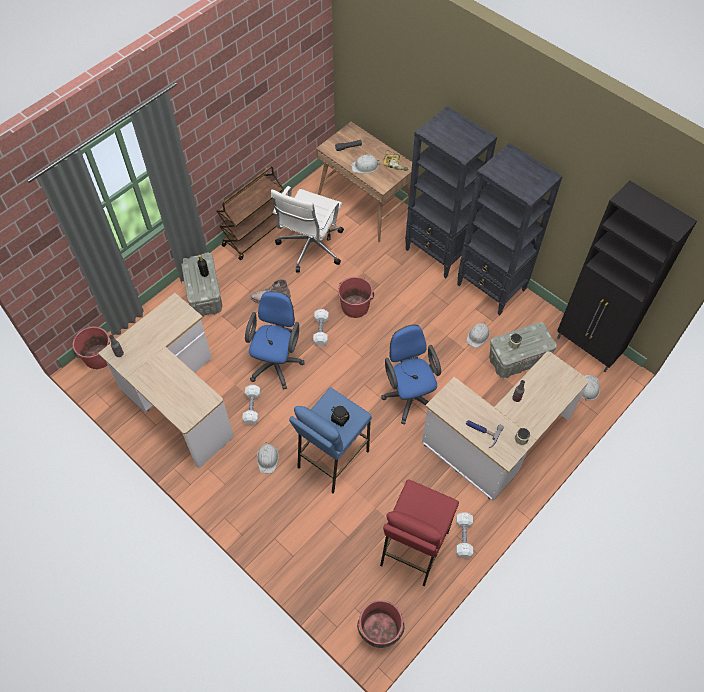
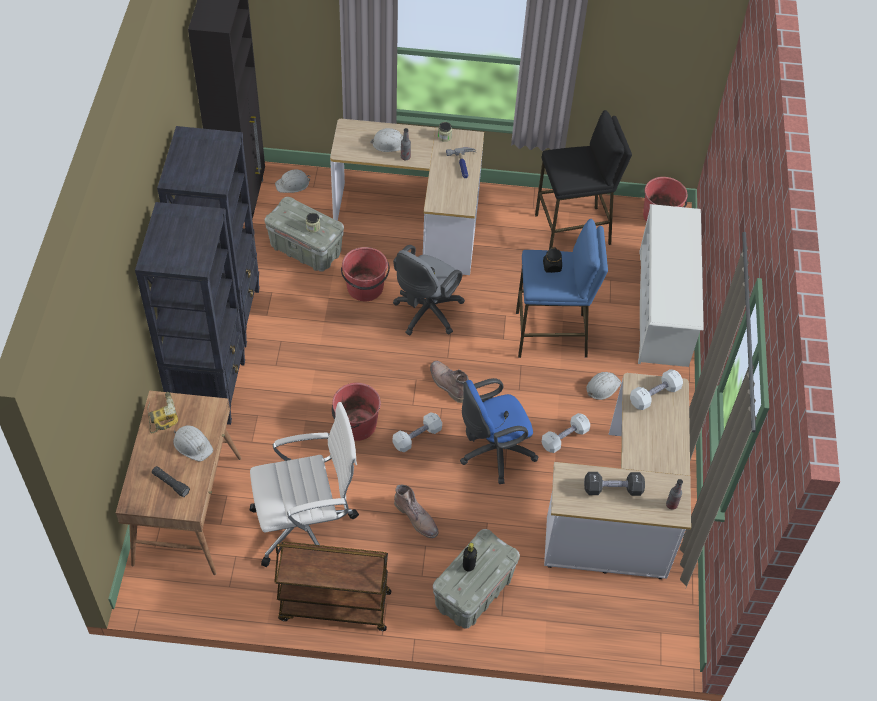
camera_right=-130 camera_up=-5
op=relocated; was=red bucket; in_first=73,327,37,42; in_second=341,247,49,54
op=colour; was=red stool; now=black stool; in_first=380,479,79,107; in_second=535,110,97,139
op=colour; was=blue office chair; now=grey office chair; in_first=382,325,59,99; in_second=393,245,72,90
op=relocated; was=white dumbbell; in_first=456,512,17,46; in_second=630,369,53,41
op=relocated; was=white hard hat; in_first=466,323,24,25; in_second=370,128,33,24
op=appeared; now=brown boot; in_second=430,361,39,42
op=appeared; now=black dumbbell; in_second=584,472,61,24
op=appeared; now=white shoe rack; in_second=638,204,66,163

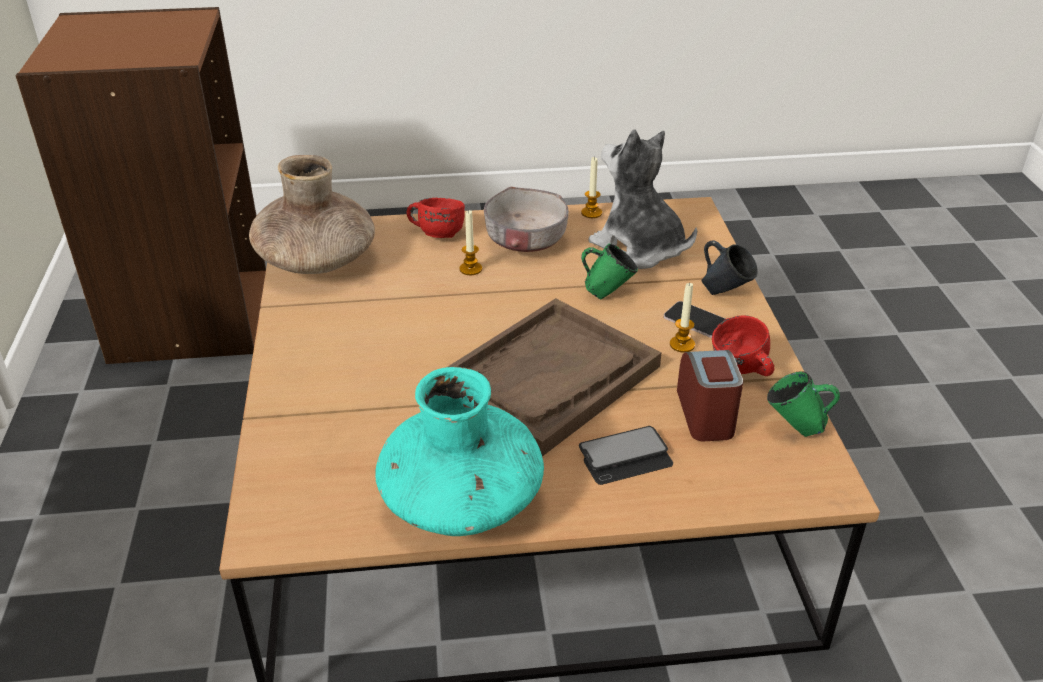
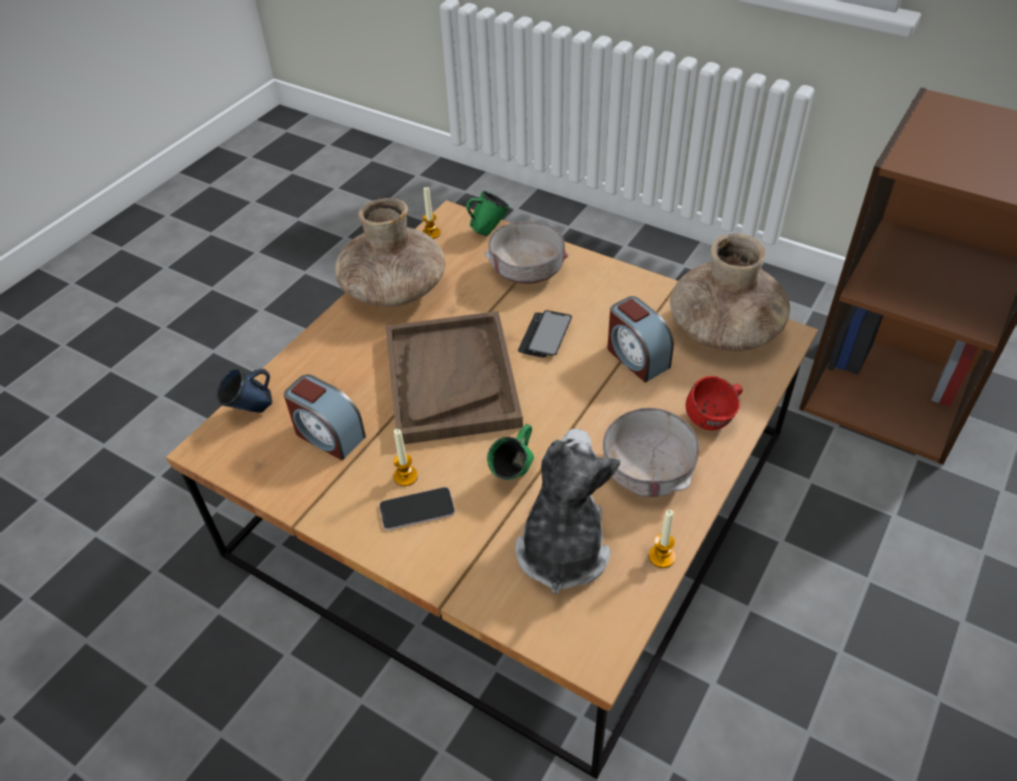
camera_right=130 camera_up=10
op=colour; was=turquoise vase; now=brown vase; in_first=375,367,169,169; in_second=335,198,110,109
op=relocated; was=candle; in_first=459,210,23,65; in_second=422,187,19,52
op=relocated; was=phone; in_first=579,426,94,59; in_second=518,310,54,48
op=spun; was=plush toy; in_first=588,129,109,140; in_second=515,428,105,167; clockwise=-75
op=relocated; was=blue mug; in_first=701,240,57,55; in_second=217,369,55,44
op=missing; was=red mug; in_first=712,315,62,61
op=relocated; was=green mug; in_first=767,372,73,65; in_second=466,191,44,46
op=appeared; now=grey bowl; in_second=485,221,83,63
op=appeared; now=alarm clock; in_second=608,296,66,87

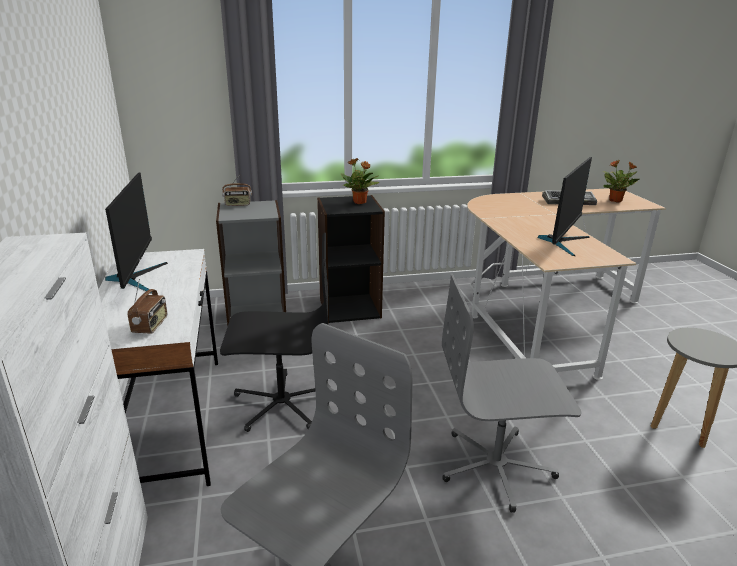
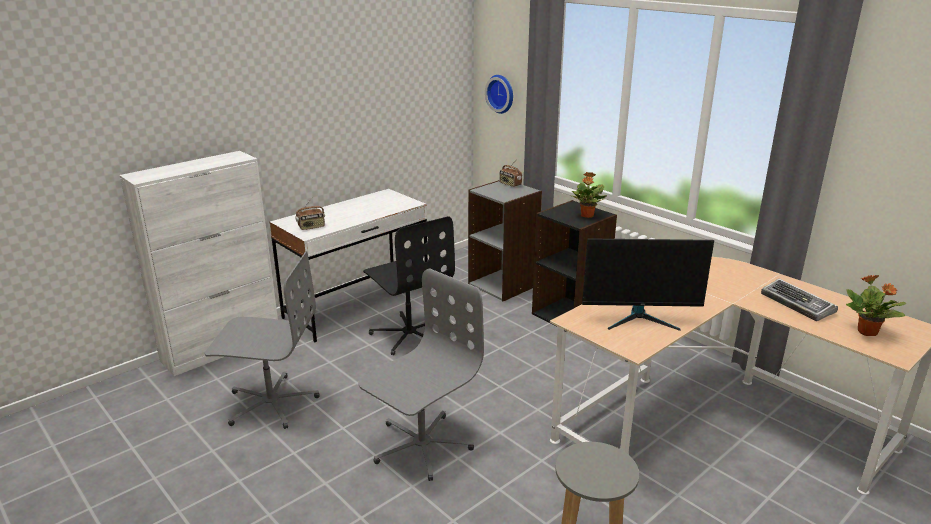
camera_right=60 camera_up=0
op=missing; was=monitor; in_first=105,173,63,121
op=spun; was=grey office chair; in_first=442,273,139,240; in_second=358,268,126,213; clockwise=75
op=appeared; now=wall clock; in_second=485,75,28,39

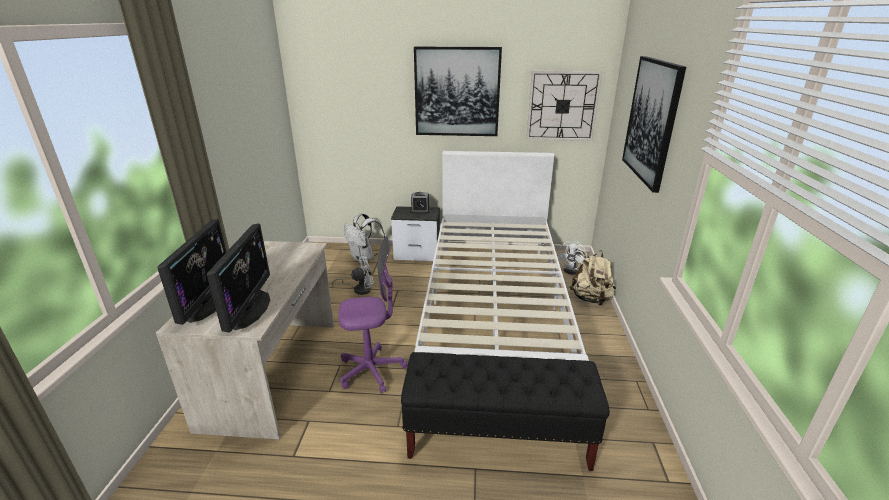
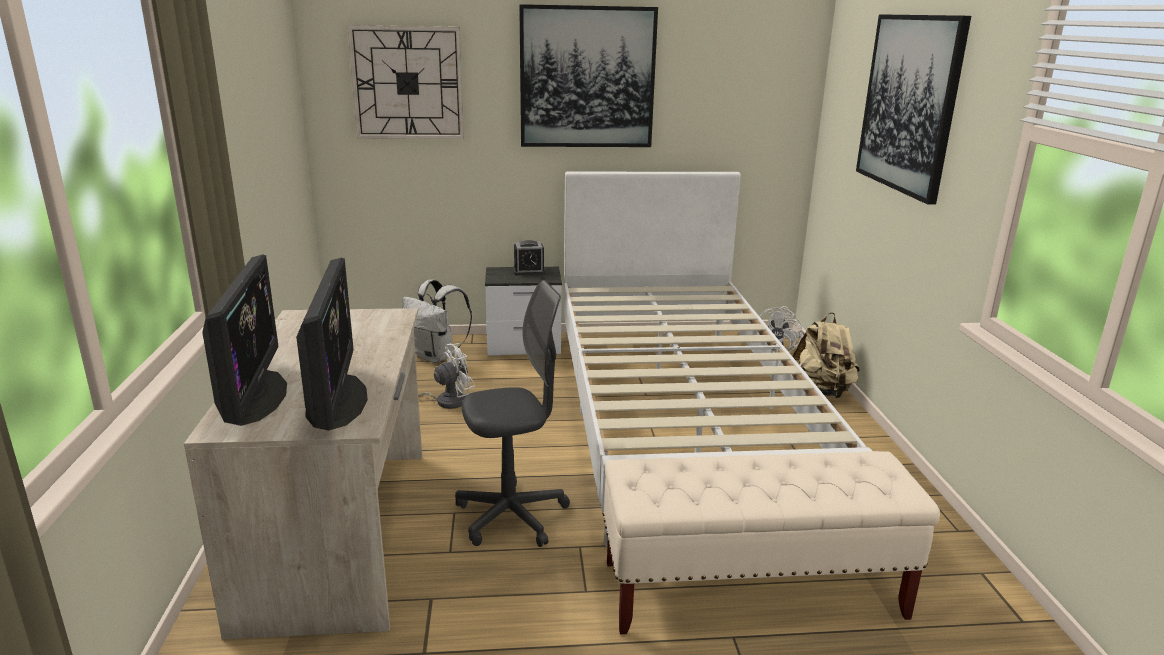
camera_right=-10 camera_up=-5
op=colour; was=purple office chair; now=grey office chair; in_first=338,236,69,158; in_second=455,280,115,267
op=colour; was=black bench; now=beige bench; in_first=401,352,209,119; in_second=603,451,337,183
op=relocated; was=wall clock; in_first=526,71,76,70; in_second=347,25,117,114

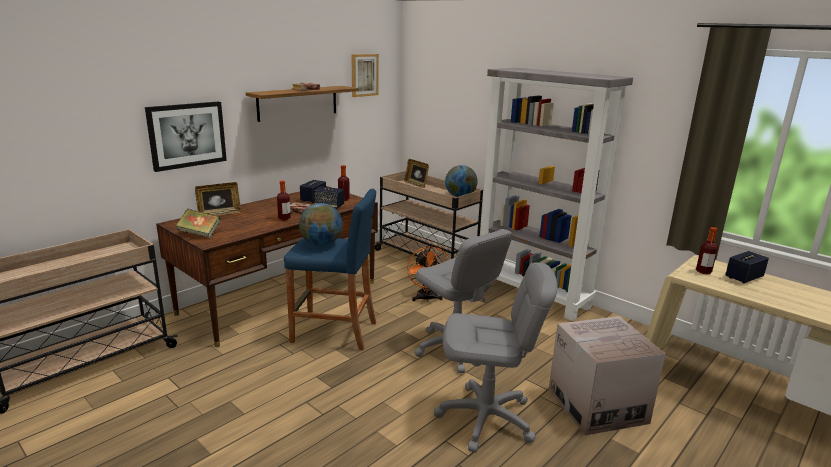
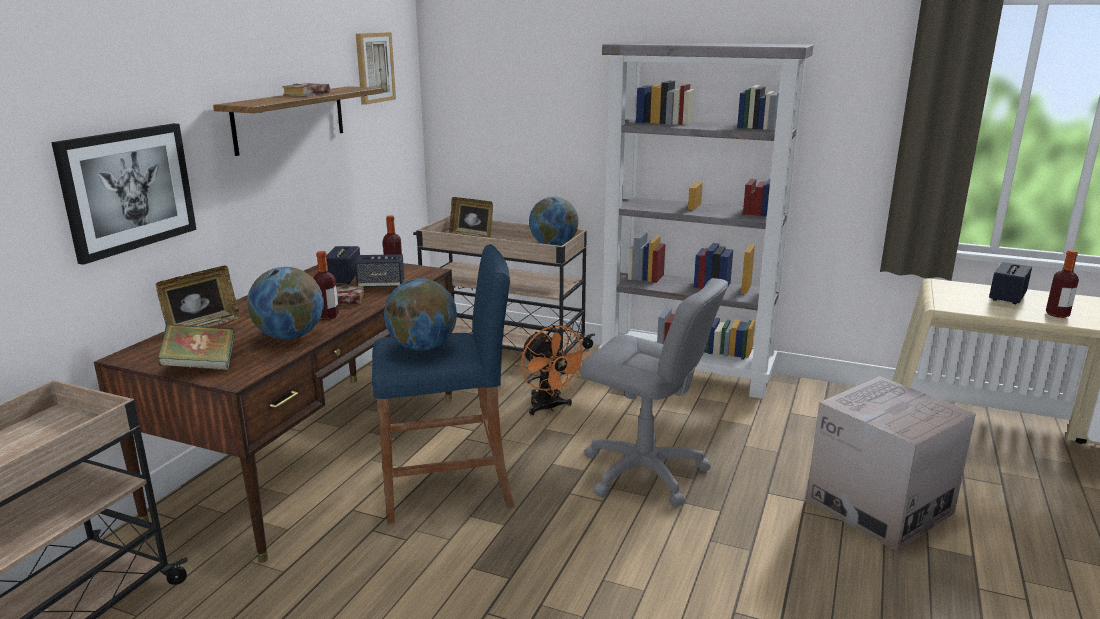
camera_right=-20 camera_up=0
op=missing; was=grey office chair; in_first=434,262,124,191
op=relocated; was=bottle; in_first=696,227,22,47; in_second=1046,250,33,68
op=appeared; now=globe; in_second=247,267,77,73

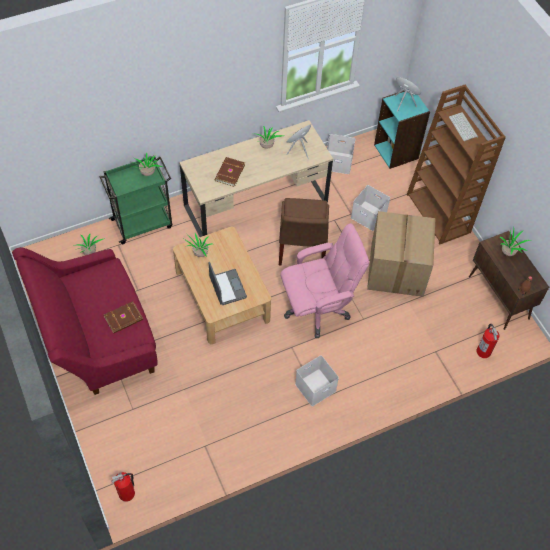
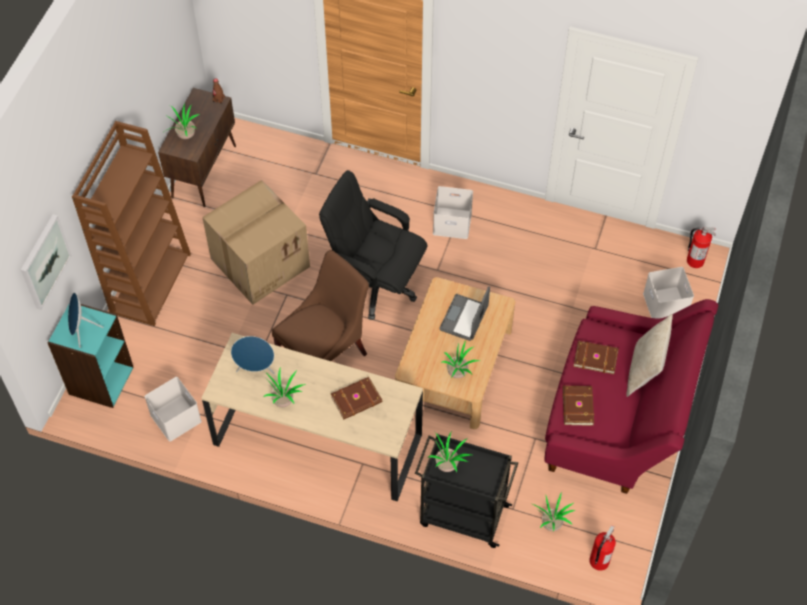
camera_right=-135 camera_up=0
op=colour; was=green cart; now=black cart; in_first=99,155,73,89; in_second=415,433,103,115
op=colour; was=pink office chair; now=black office chair; in_first=280,223,89,115; in_second=319,170,108,150
op=relocated; was=white storage box; in_first=351,185,39,46; in_second=643,267,51,51
op=missing; was=keyboard; in_first=449,112,29,29
op=relocated; was=fire extinguisher; in_first=477,324,22,34; in_second=589,525,27,46
op=appeared; now=picture; in_second=21,214,51,96
op=appeared; now=brown book; in_second=563,386,31,40
op=appeared; now=beige pillow; in_second=626,314,47,83

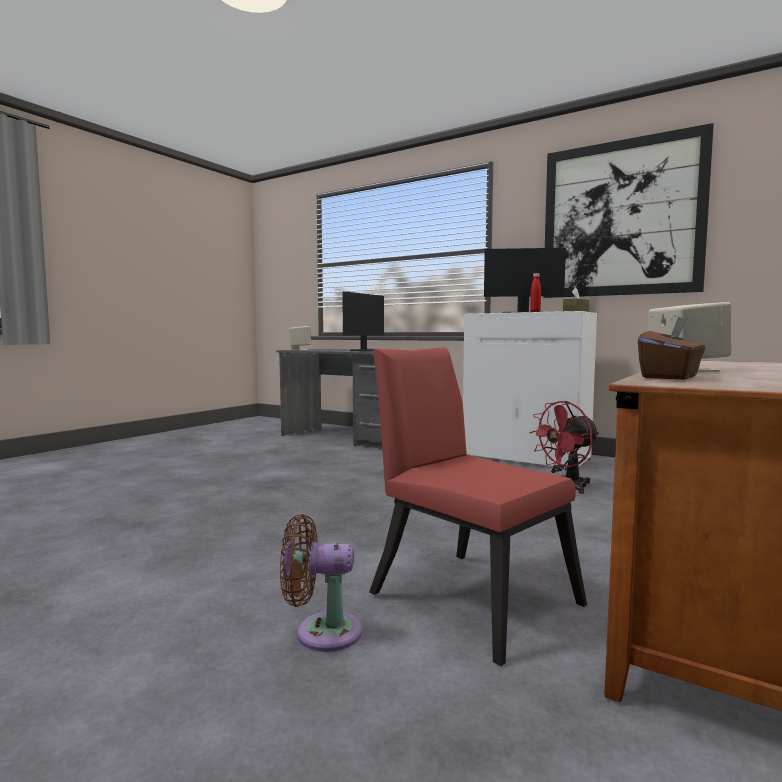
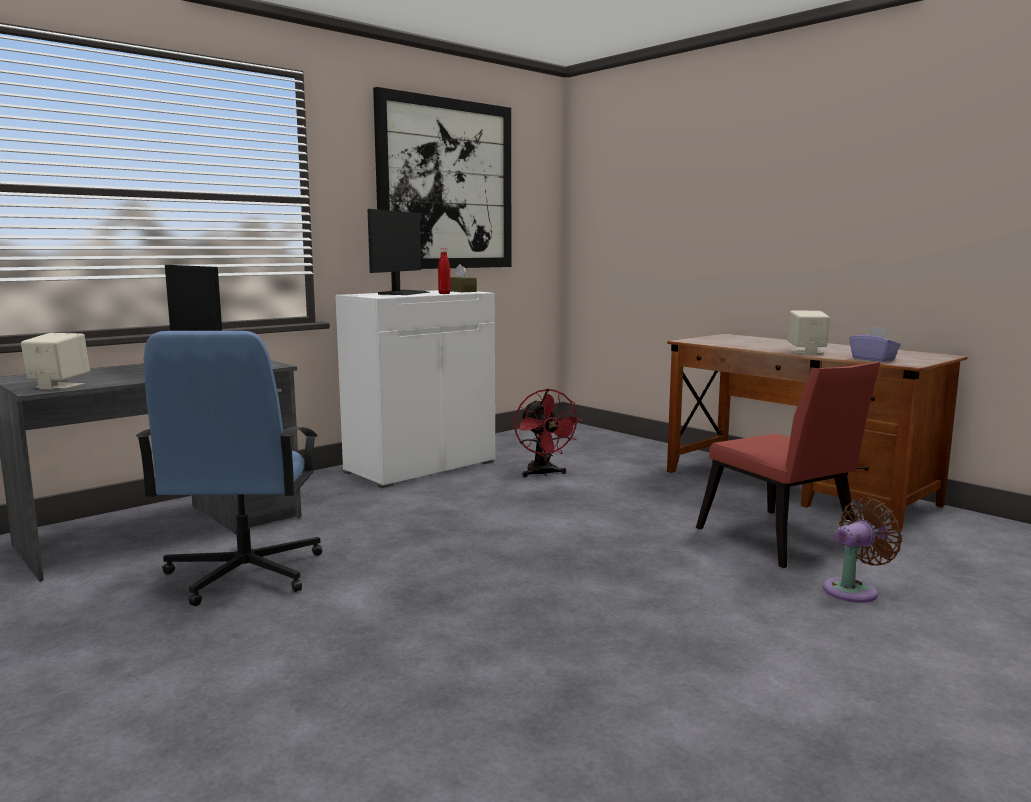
camera_right=-75 camera_up=5
op=spun; was=brown fan; in_first=280,514,82,138; in_second=823,497,80,106; clockwise=-135
op=spun; was=red chair; in_first=369,347,218,319; in_second=696,362,185,206; clockwise=-90
op=colour; was=brown tissue box; now=purple tissue box; in_first=638,316,67,64; in_second=850,326,51,36
op=appeared; now=blue office chair; in_second=136,331,186,275

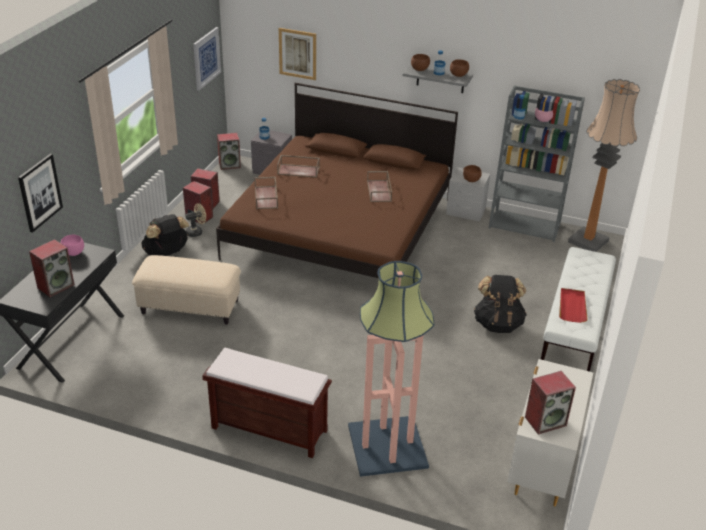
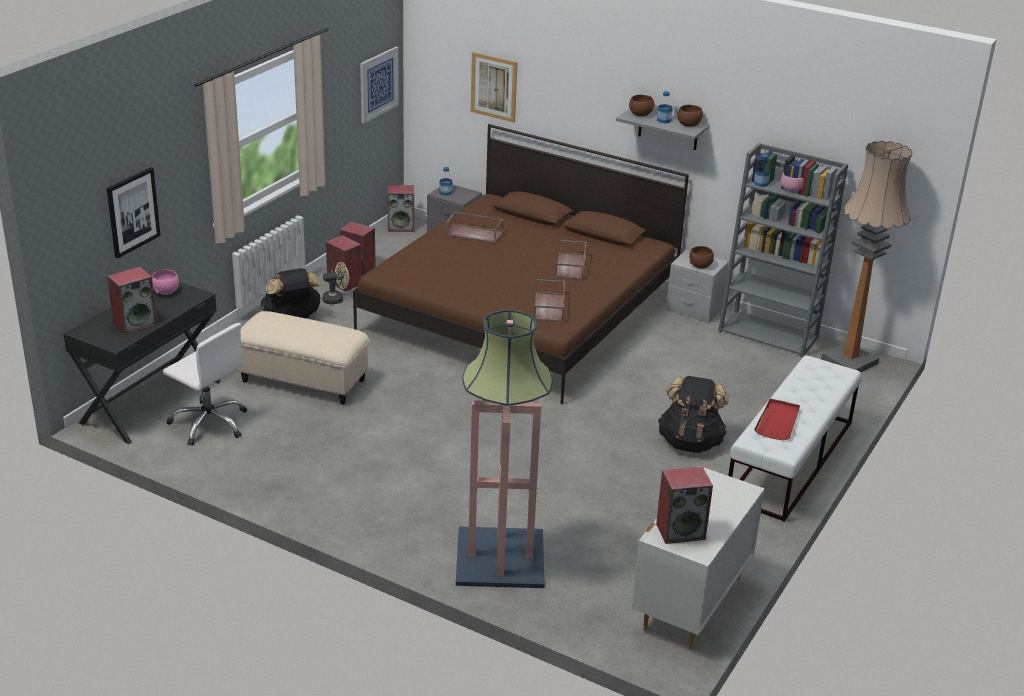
camera_right=10 camera_up=-5
op=missing; was=brown bench; in_first=202,348,130,110
op=relocated; was=brown tray; in_first=255,177,23,32; in_second=534,279,31,43
op=appeared; now=white office chair; in_second=163,323,84,123

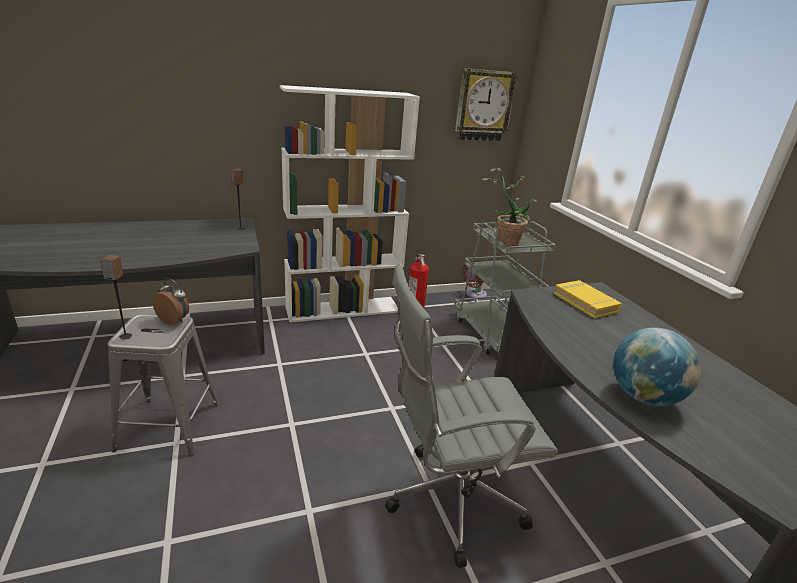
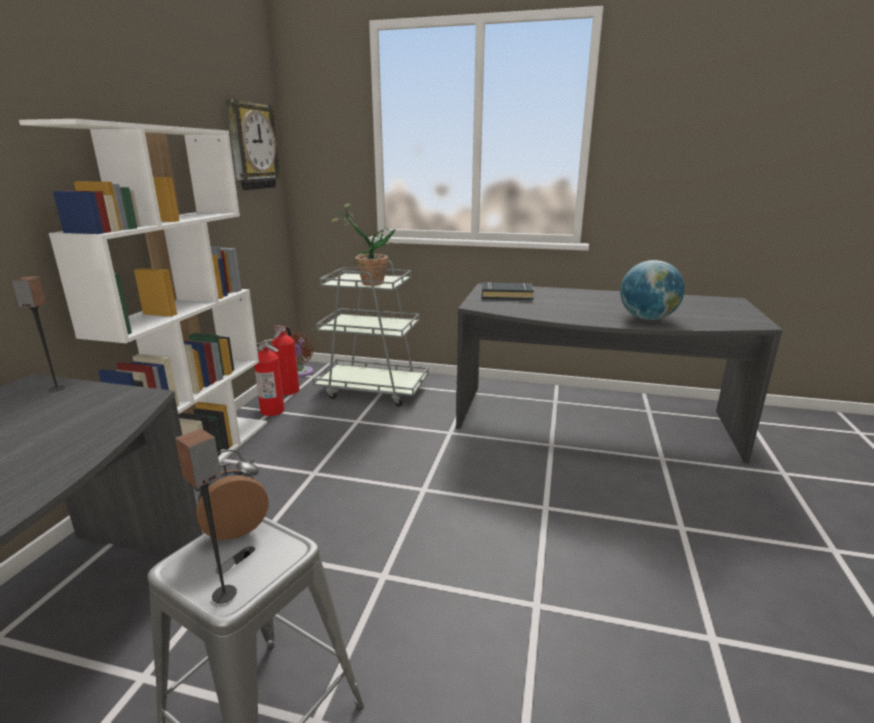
camera_right=-55 camera_up=-5
op=missing; was=grey office chair; in_first=385,265,173,303
op=colour; was=yellow book; now=black book; in_first=554,280,68,38; in_second=482,282,52,18
op=appeared; now=fire extinguisher; in_second=272,325,28,70

